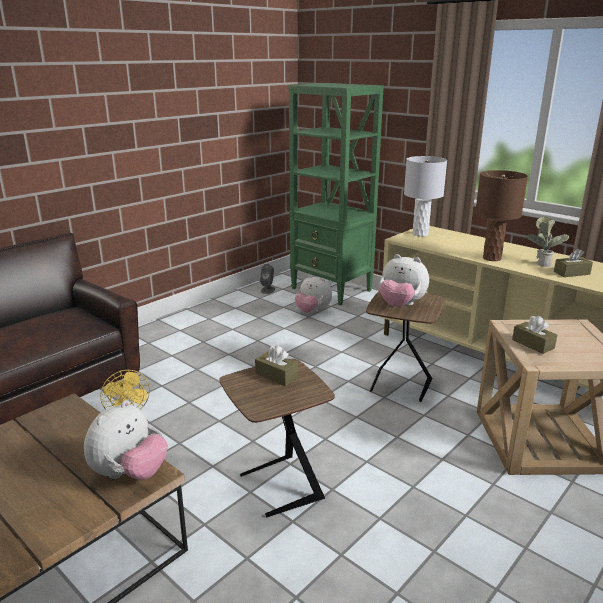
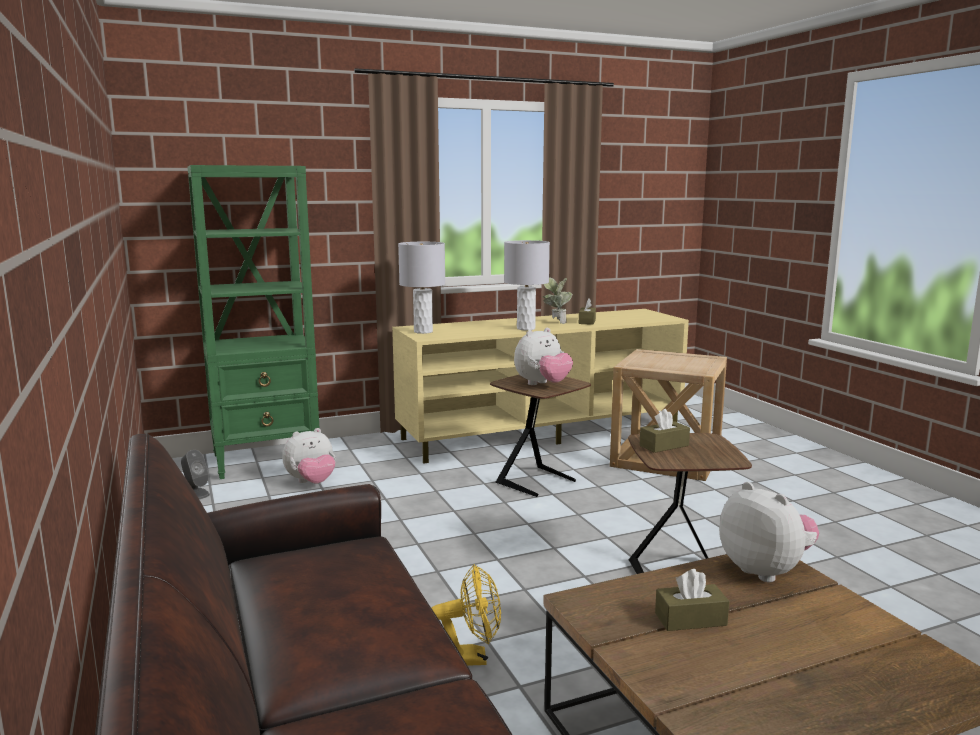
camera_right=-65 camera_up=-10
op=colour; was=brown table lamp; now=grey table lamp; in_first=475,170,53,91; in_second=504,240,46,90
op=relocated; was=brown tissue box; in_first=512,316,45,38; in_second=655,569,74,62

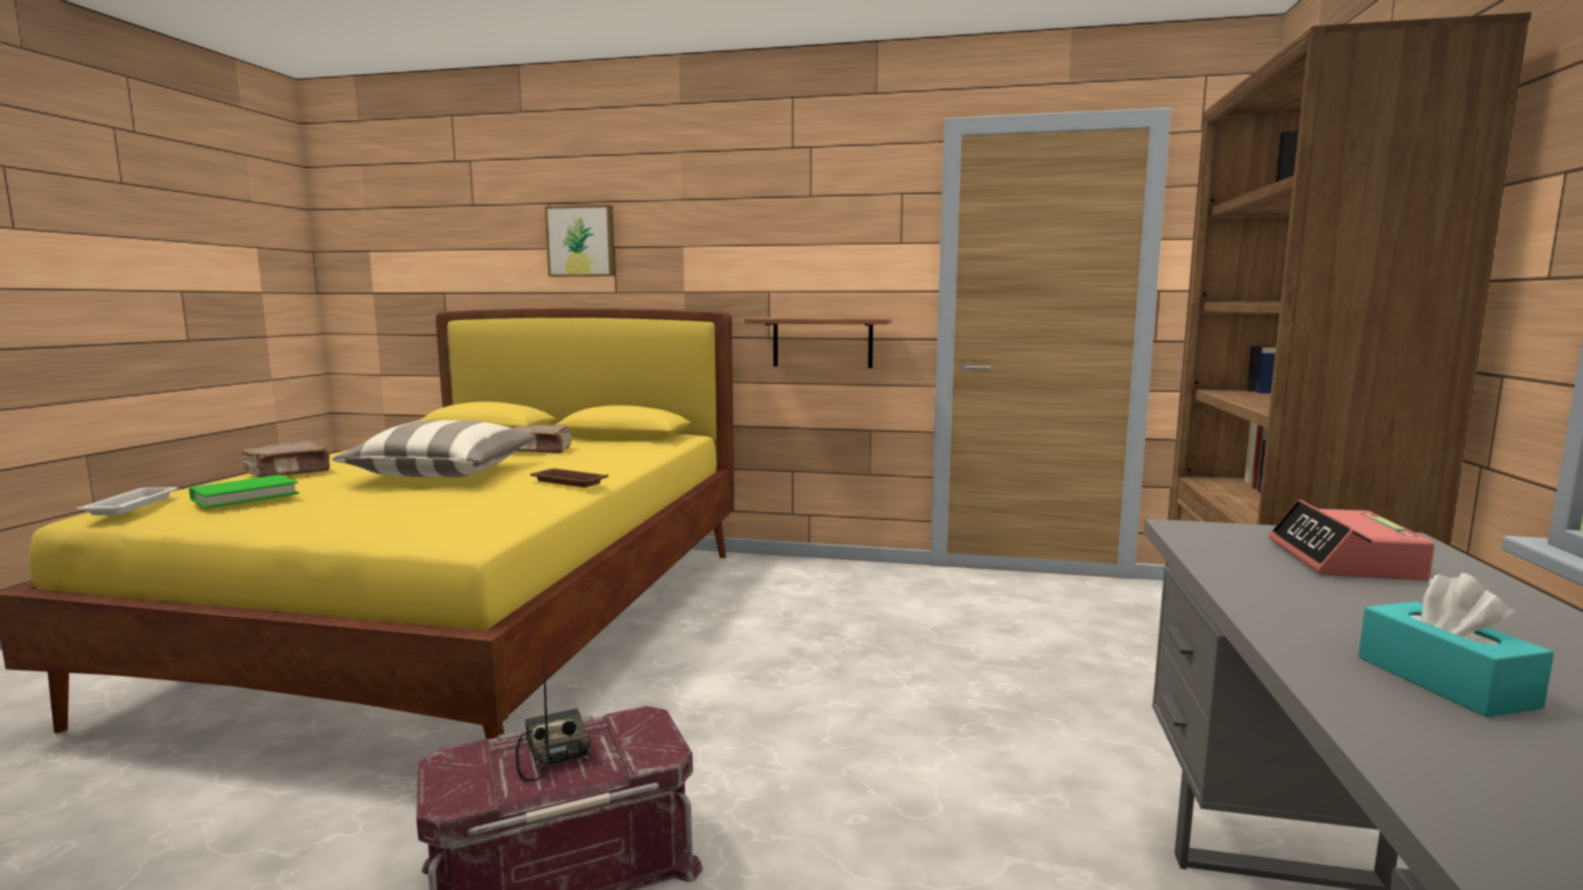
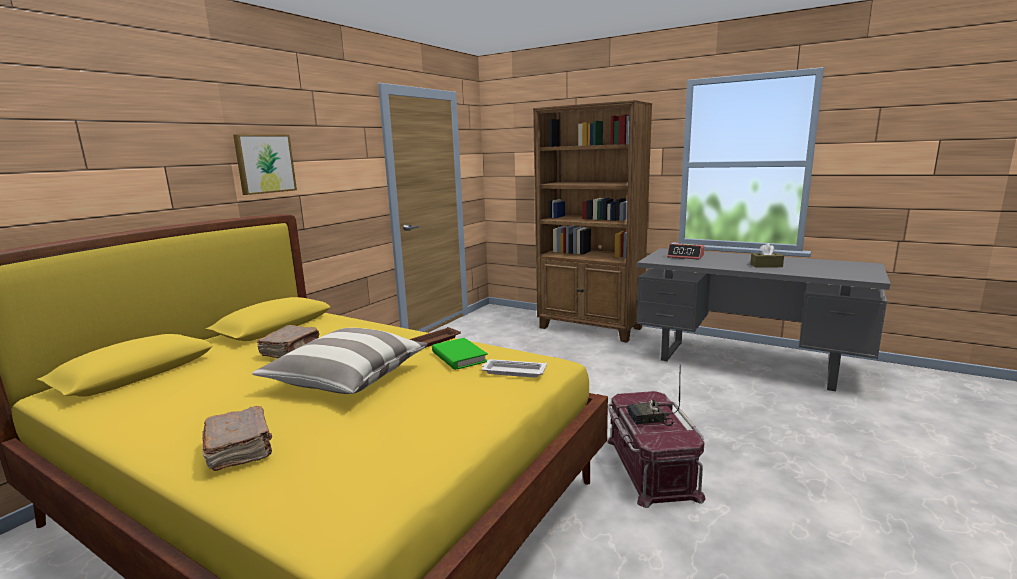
camera_right=-70 camera_up=5
op=relocated; was=white tray; in_first=77,487,101,28; in_second=482,359,65,19
op=relocated; was=green book; in_first=189,475,110,34; in_second=432,338,56,32
op=relocated; was=picture; in_first=545,205,70,72; in_second=233,134,64,61
op=missing; was=shelf; in_first=745,318,147,50
op=colour; was=turquoise tissue box; now=brown tissue box; in_first=1358,573,196,144; in_second=750,243,34,25

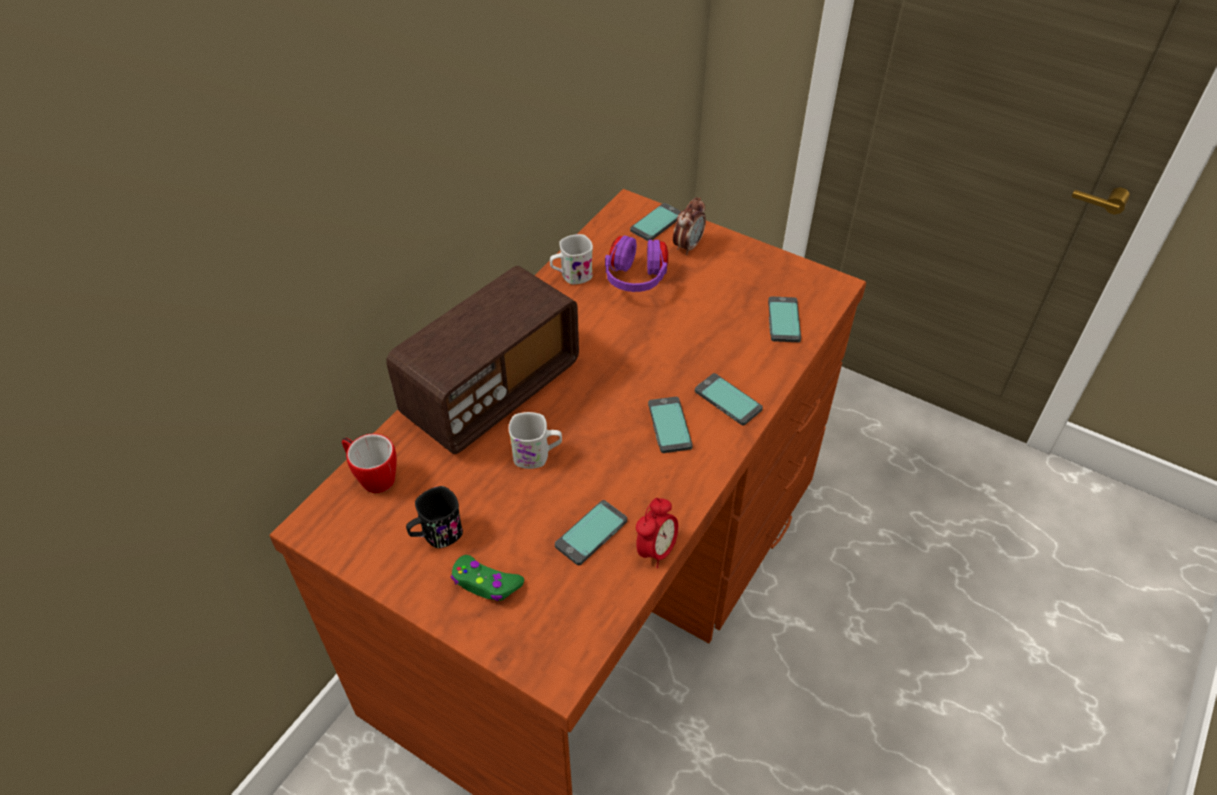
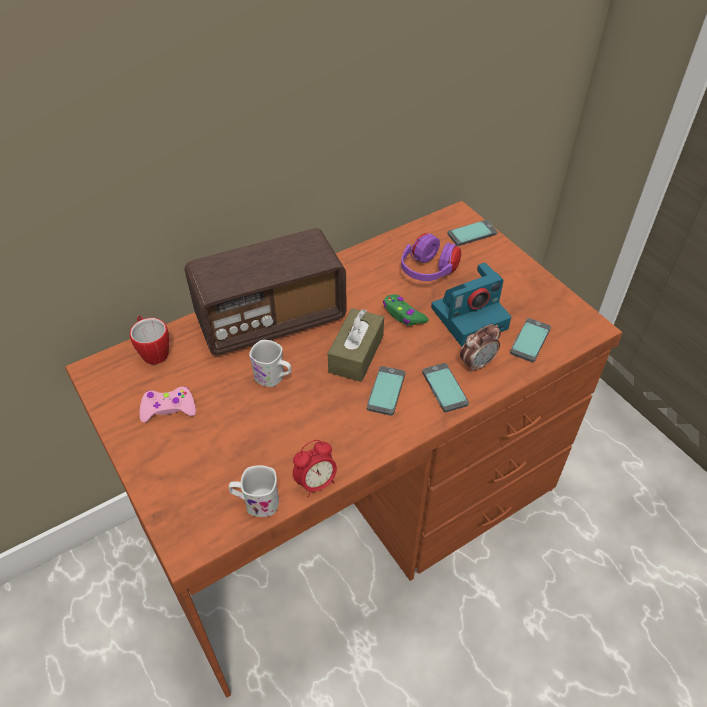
camera_right=25 camera_up=0
op=exchanged; was=black mug; now=pink game controller; in_first=406,486,57,62; in_second=140,387,56,36
op=relocated; was=green game controller; in_first=451,555,73,46; in_second=383,294,46,32
op=relocated; was=white mug; in_first=550,234,43,50; in_second=229,465,50,52
op=missing; was=phone; in_first=555,500,72,65
op=relocated; was=alarm clock; in_first=673,197,33,58; in_second=460,324,41,49
op=appeared; now=brown tissue box; in_second=328,308,56,74
op=appeared; now=photo camera; in_second=431,262,80,84

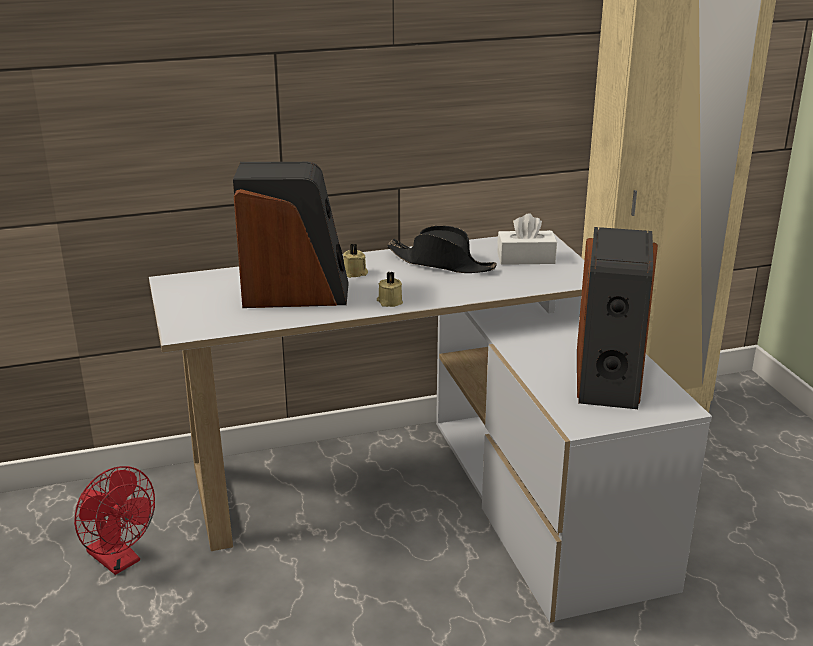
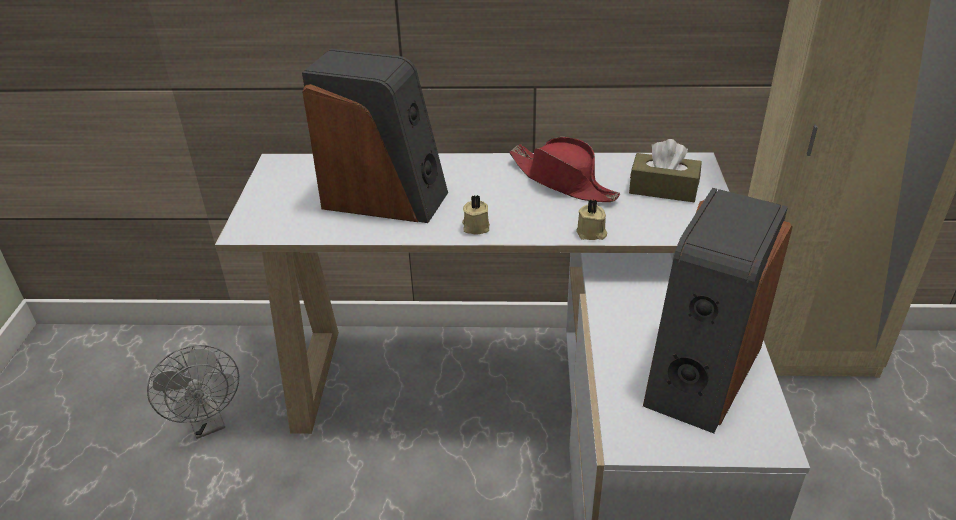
camera_right=20 camera_up=10
op=colour; was=red fan; now=grey fan; in_first=74,466,81,109; in_second=147,345,92,94
op=relocated; was=beige candle; in_first=343,244,25,34; in_second=576,200,31,40
op=colour; was=black hat; now=red hat; in_first=387,226,110,47; in_second=509,137,111,65
op=colour; was=white tissue box; now=brown tissue box; in_first=497,213,60,52; in_second=629,139,73,63

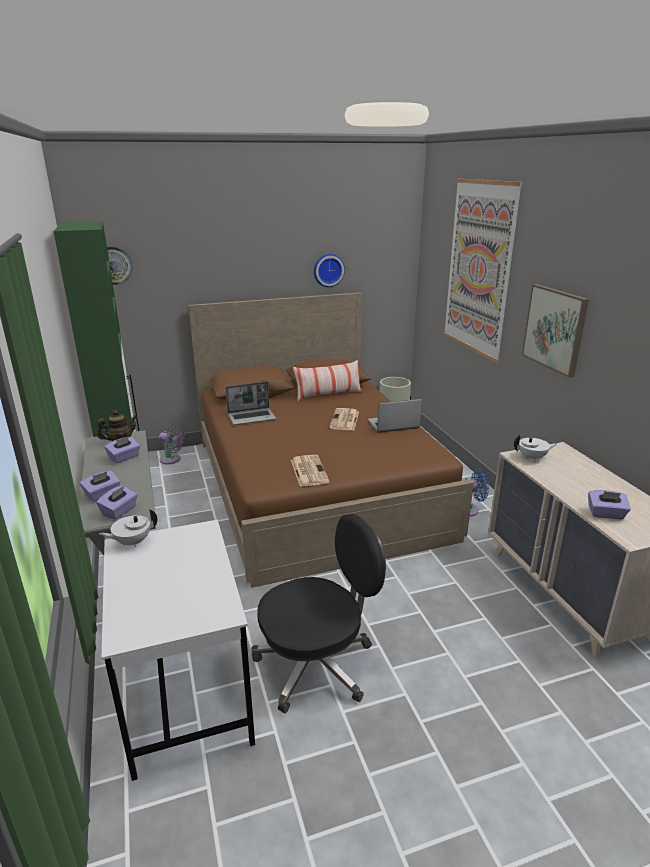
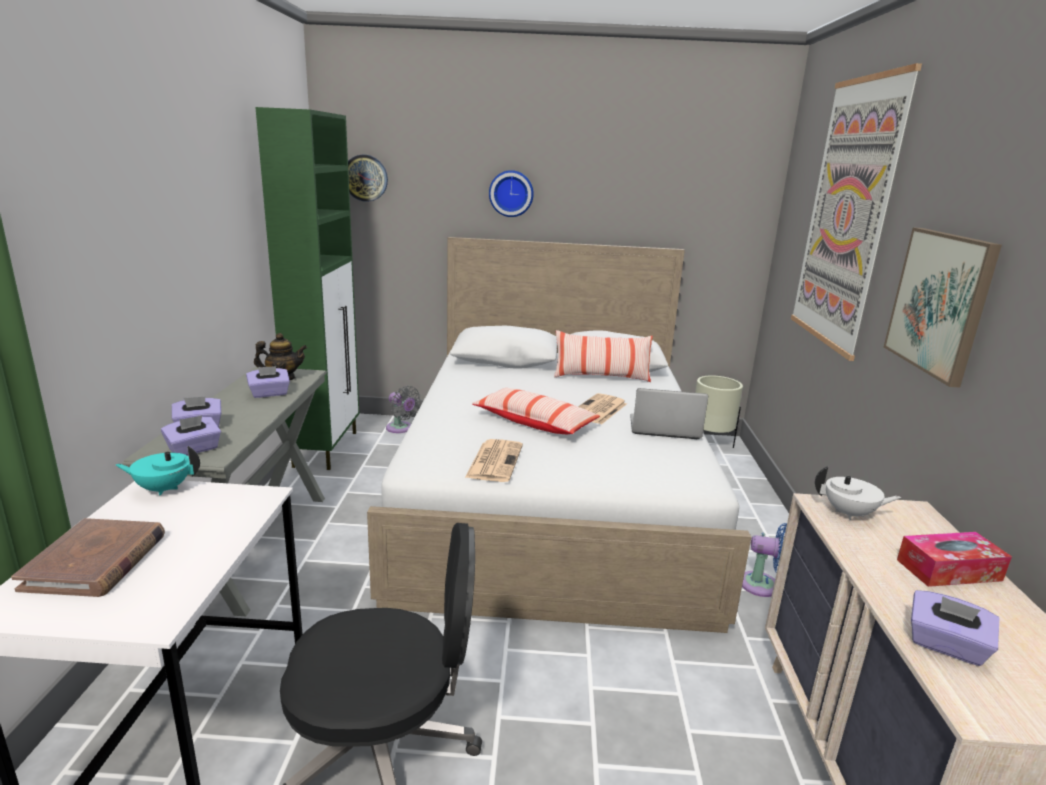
camera_right=20 camera_up=-5
op=colour; was=white teapot; now=turquoise teapot; in_first=100,509,57,38; in_second=115,446,85,49
op=colour; was=brown bed; now=white bed; in_first=188,292,286,296; in_second=367,237,384,396
op=missing; was=laptop; in_first=226,382,50,43
op=relocated; was=wall clock; in_first=314,254,31,33; in_second=489,170,45,47
op=appeared; now=brown book; in_second=11,518,154,79
op=appeared; now=pillow; in_second=472,388,128,46
op=appeared; now=tissue box; in_second=897,532,115,55

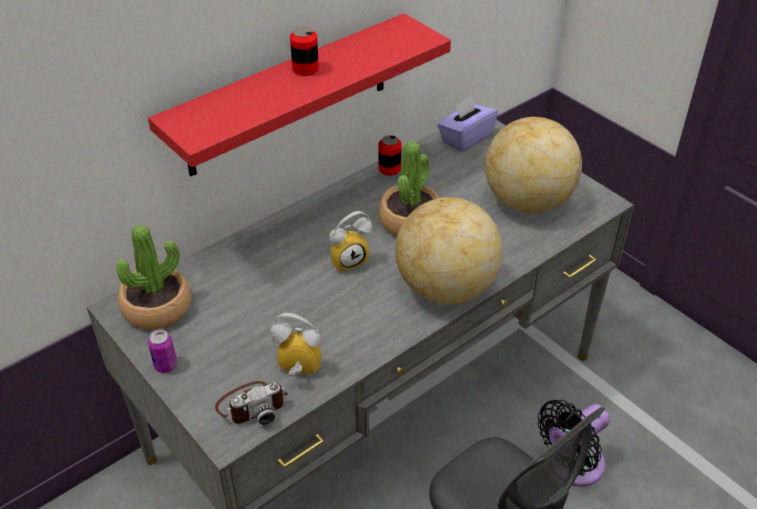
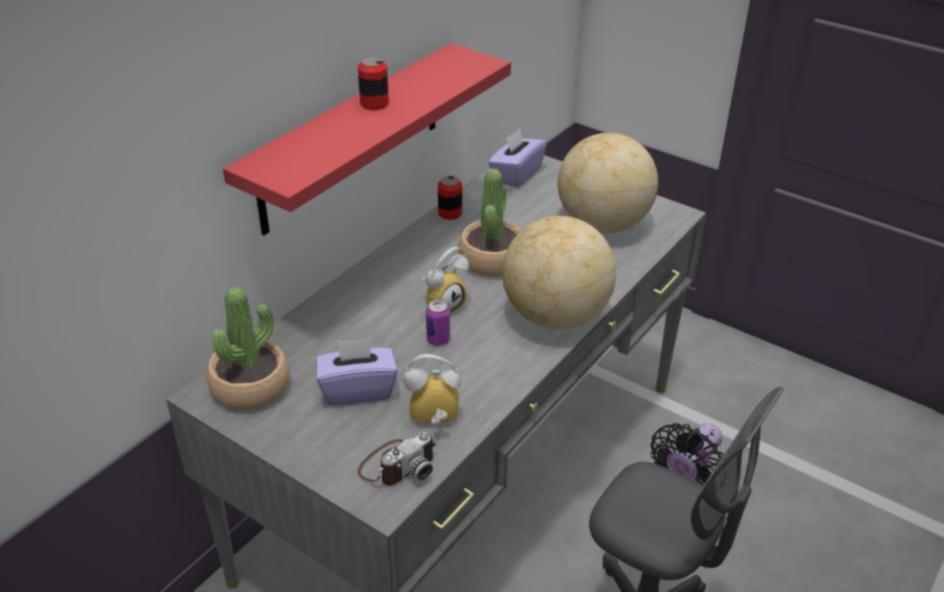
camera_right=-15 camera_up=-5
op=relocated; was=can; in_first=148,329,29,44; in_second=426,300,24,46
op=appeared; now=purple tissue box; in_second=316,338,82,68

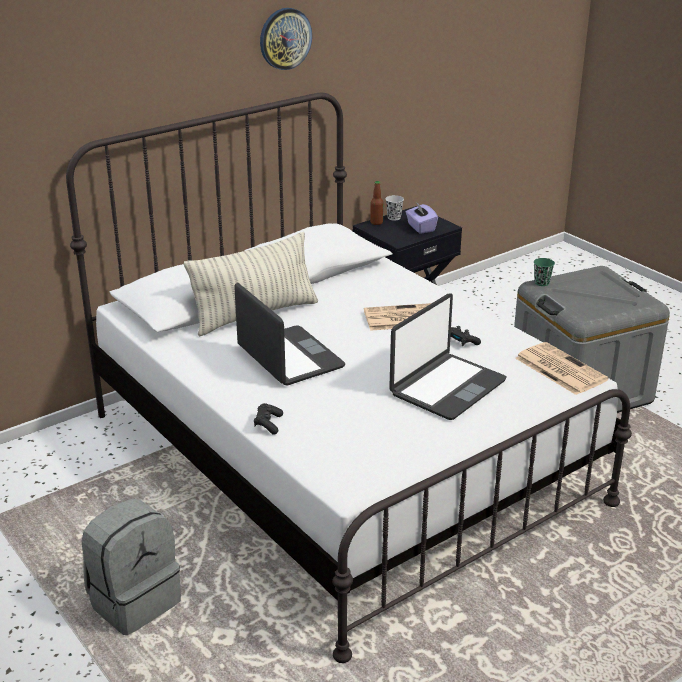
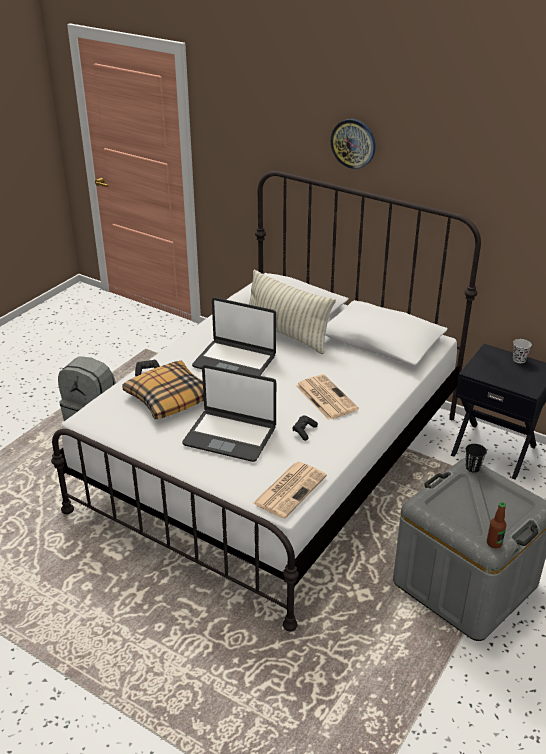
camera_right=70 camera_up=5
op=spun; was=laptop; in_first=234,283,111,103; in_second=192,297,84,79; clockwise=75
op=relocated; was=wall clock; in_first=260,8,52,62; in_second=330,119,46,50
op=relocated; was=bottle; in_first=370,181,13,44; in_second=487,502,19,46
op=missing; was=purple tissue box; in_first=406,203,32,31
op=colour; was=green cup; now=black cup; in_first=534,258,21,28; in_second=466,444,21,29
op=appeared; now=pillow; in_second=122,360,82,59

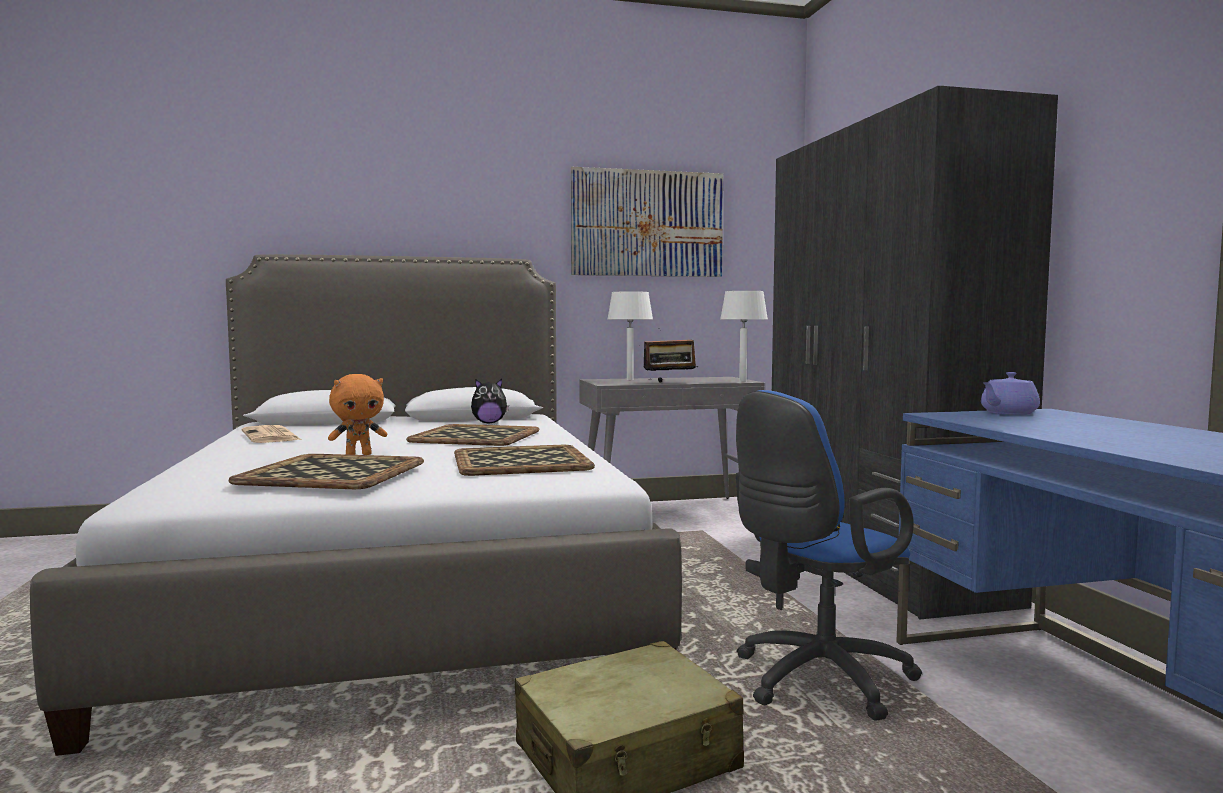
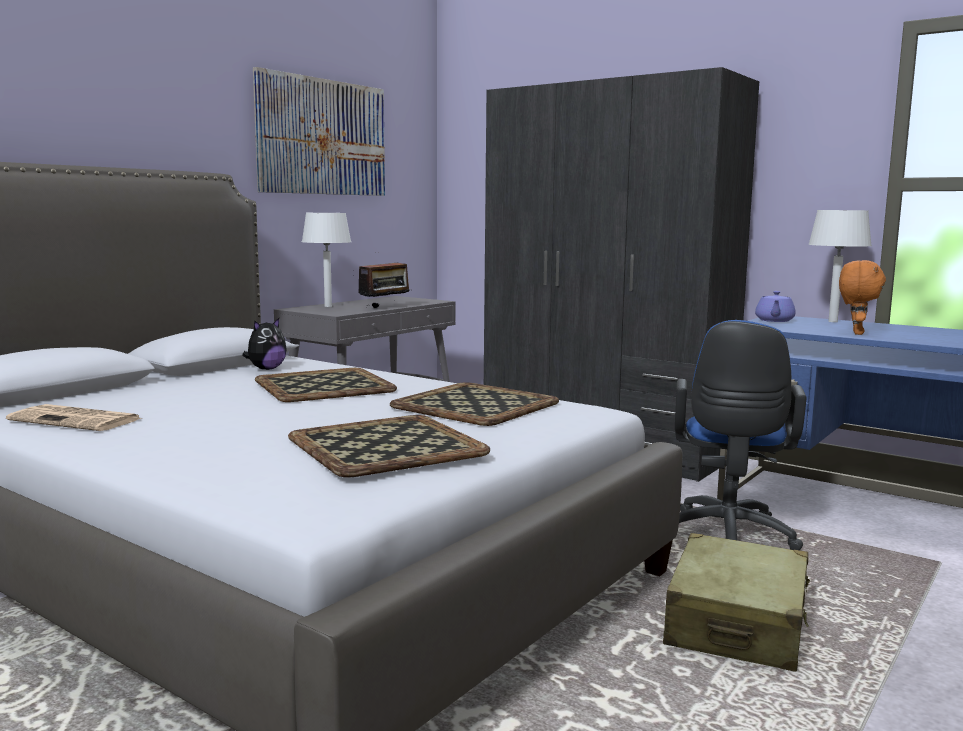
camera_right=-40 camera_up=5
op=relocated; was=orange plush toy; in_first=328,374,59,81; in_second=839,260,47,75
op=relocated; was=white table lamp; in_first=720,291,48,91; in_second=808,210,64,112

